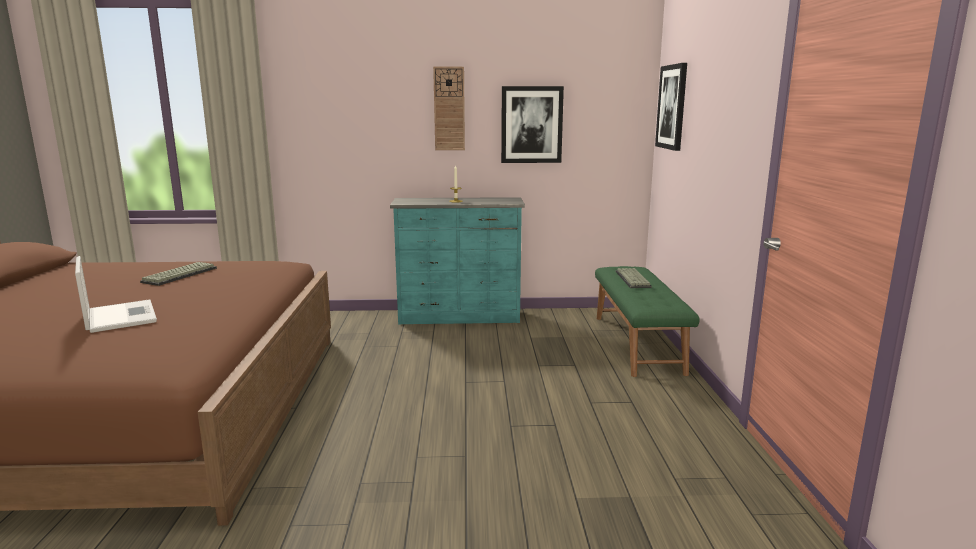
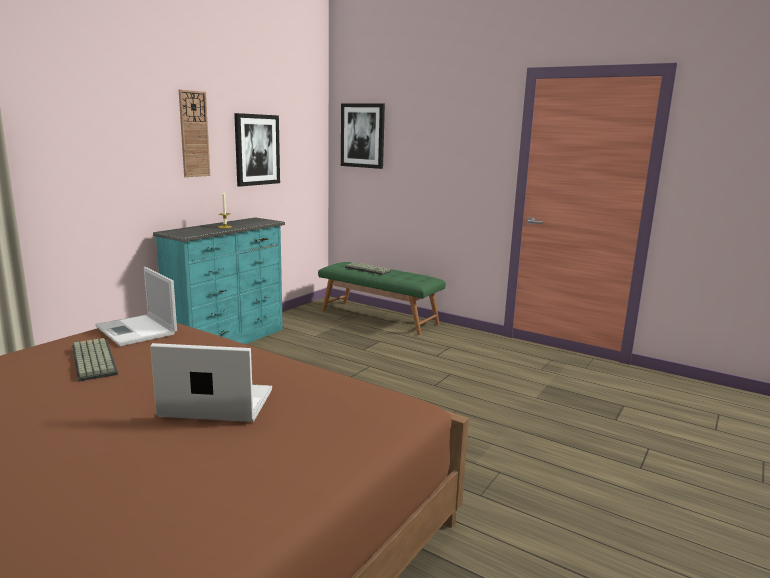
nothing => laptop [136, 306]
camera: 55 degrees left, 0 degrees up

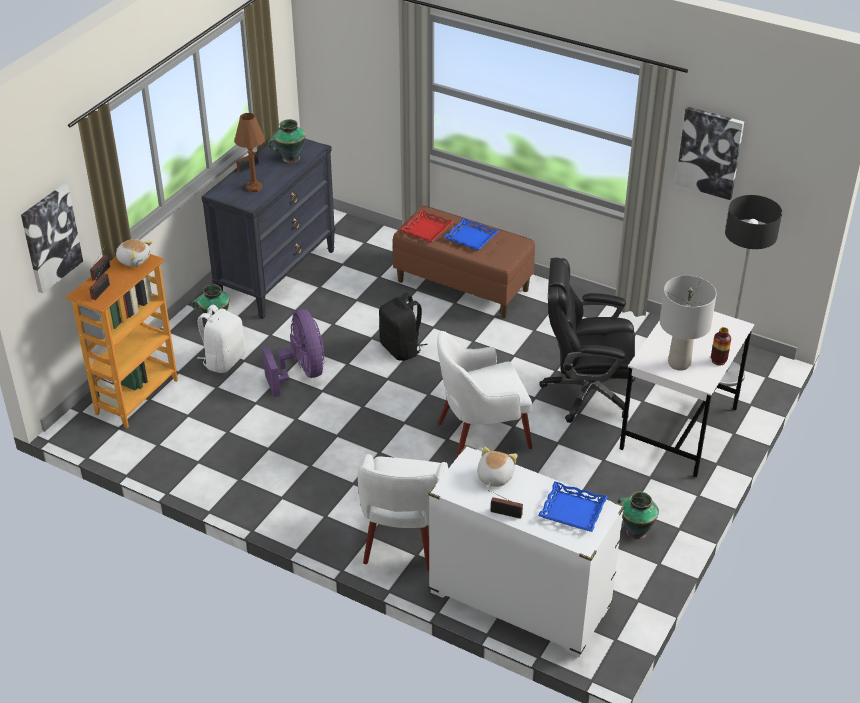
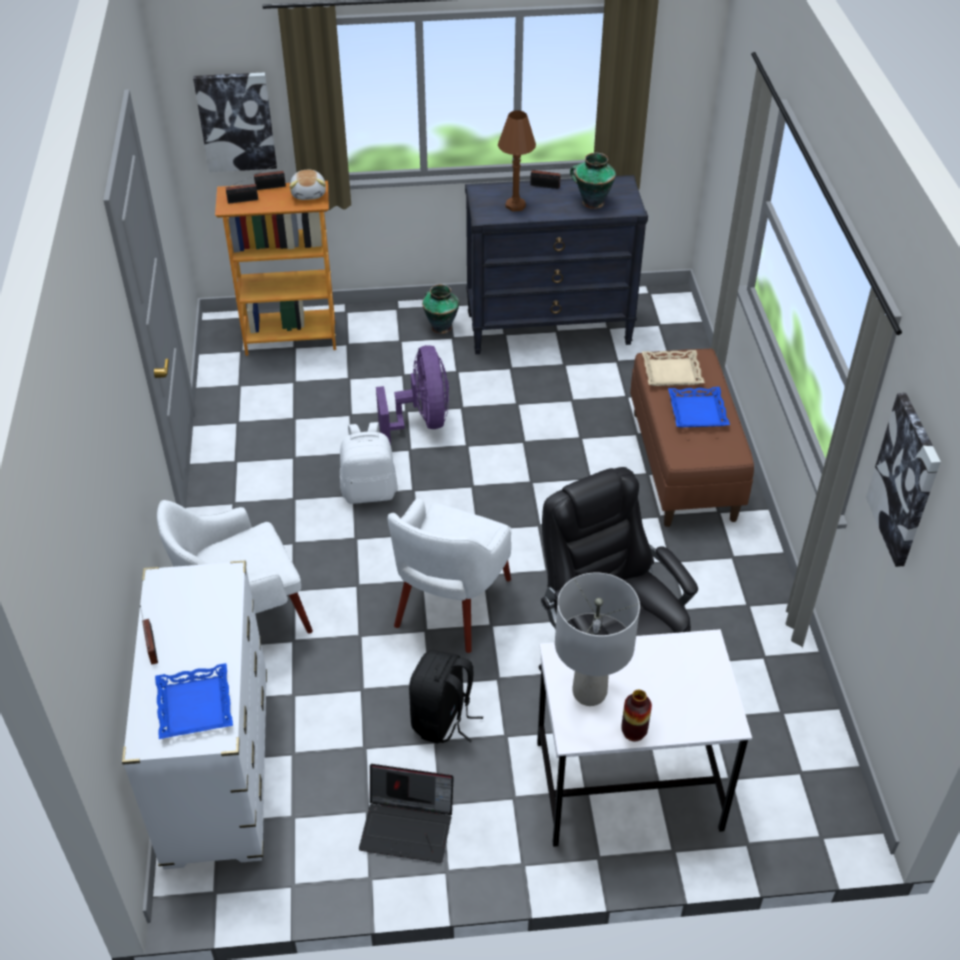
white backpack [221, 339] => white backpack [369, 463], move
vase [638, 515] => laptop [406, 813]
purple fan [293, 353] => purple fan [412, 395], 45 degrees counterclockwise
white armchair [484, 394] => white armchair [449, 575], 105 degrees counterclockwise
black backpack [403, 327] => black backpack [446, 696], move
red tray [427, 226] => beige tray [673, 368]
plush toy [497, 467] => nothing
floor lamp [750, 290] => nothing
camera: 55 degrees right, 5 degrees up

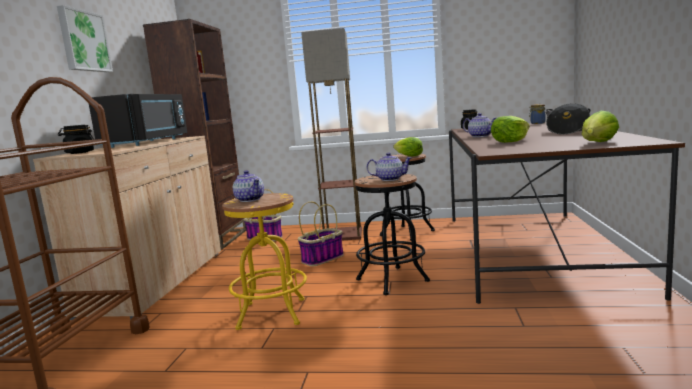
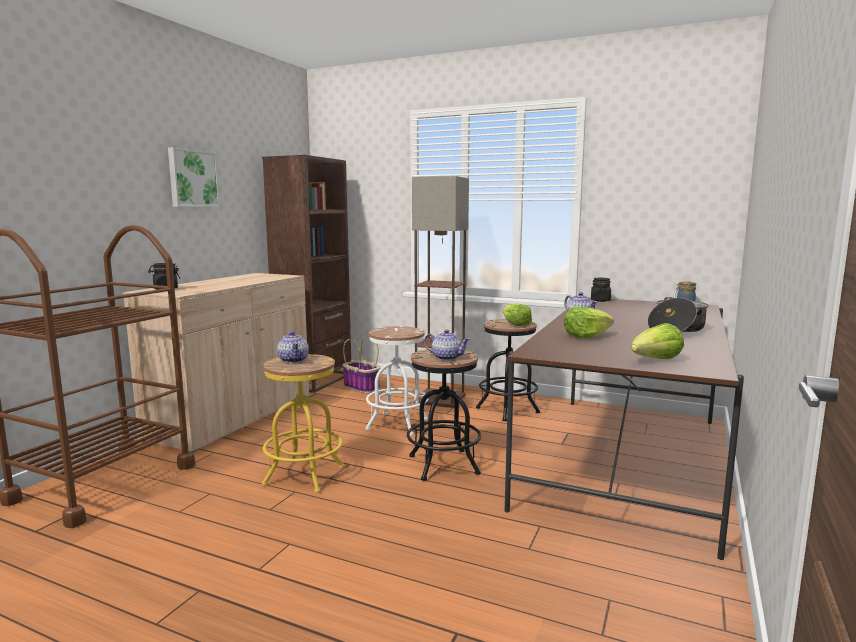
basket [321, 233] => white stool [397, 381]
black microwave [138, 121] => nothing
camera: 15 degrees right, 0 degrees up

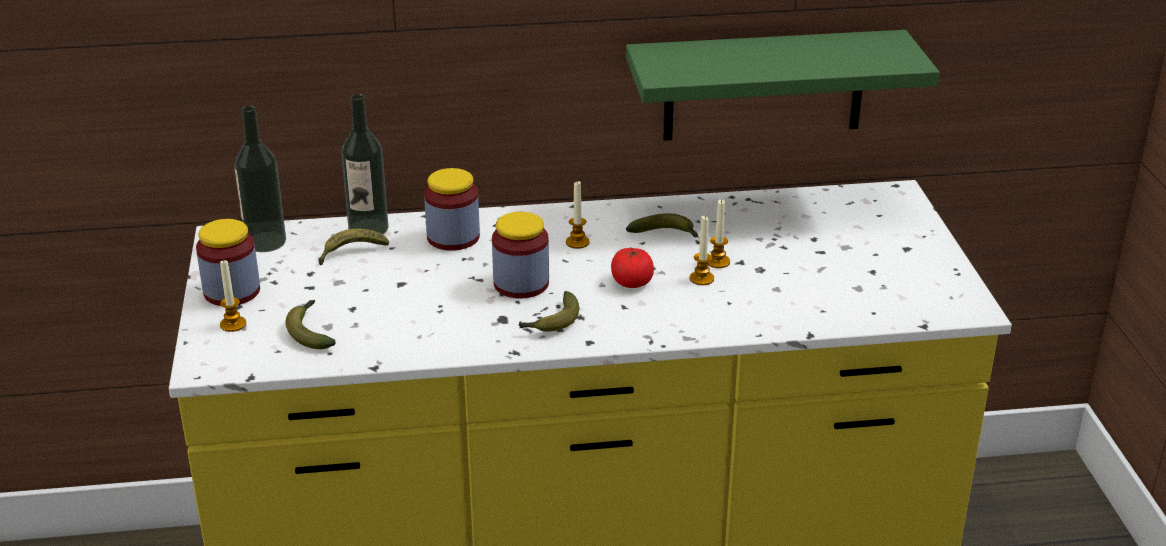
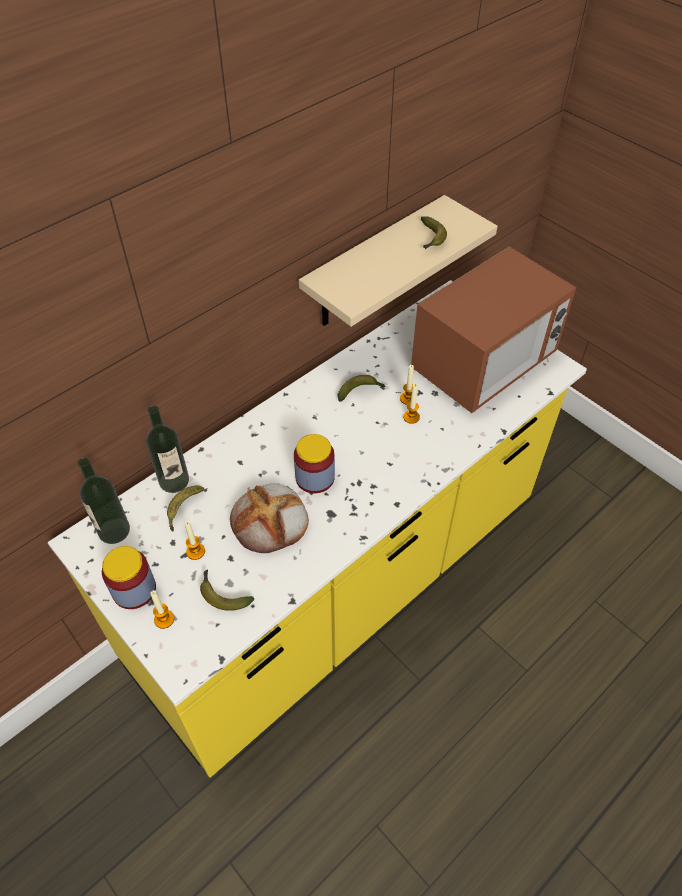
candle [577, 214] => candle [195, 540], move
nothing => bread [269, 518]
green shelf [782, 85] => beige shelf [398, 261]
nothing => microwave [493, 330]
banana [549, 311] => banana [434, 232], move
jar [452, 209] => nothing
tomato [632, 267] => nothing
camera: 35 degrees left, 20 degrees up

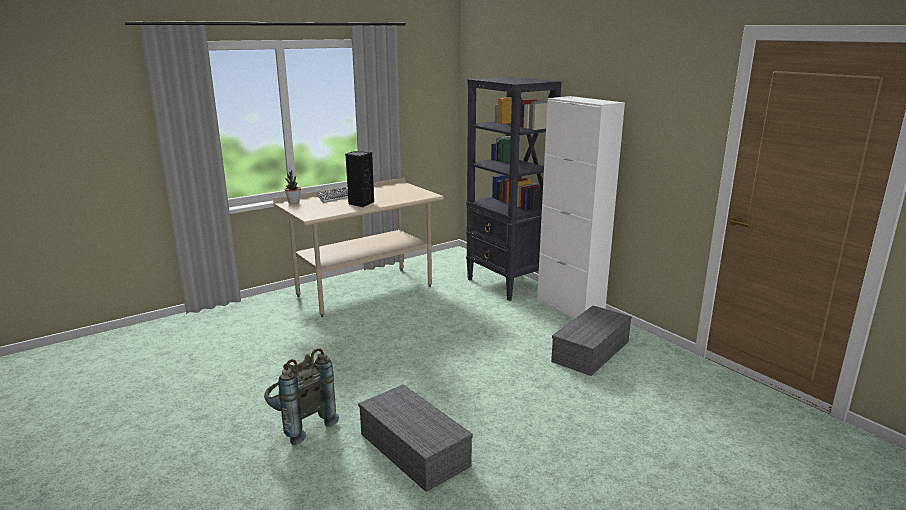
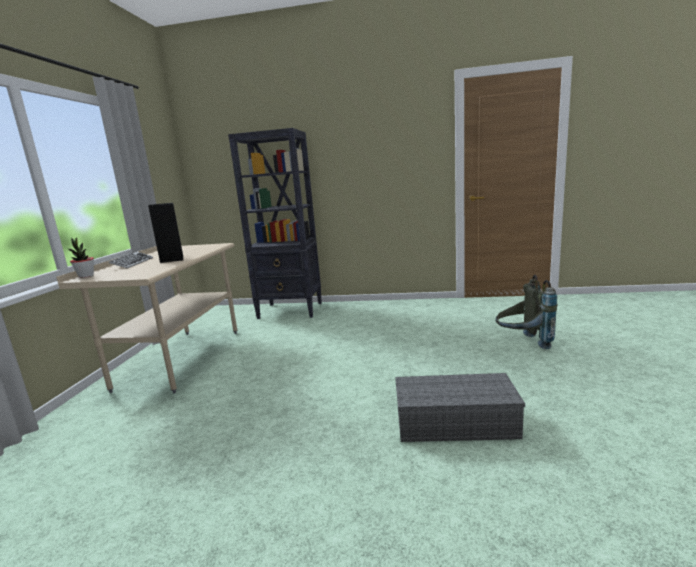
grey backpack [301, 396] => grey backpack [526, 311], move
white cabinet [581, 207] => nothing
grey storage box [591, 341] => nothing
camera: 45 degrees left, 5 degrees down

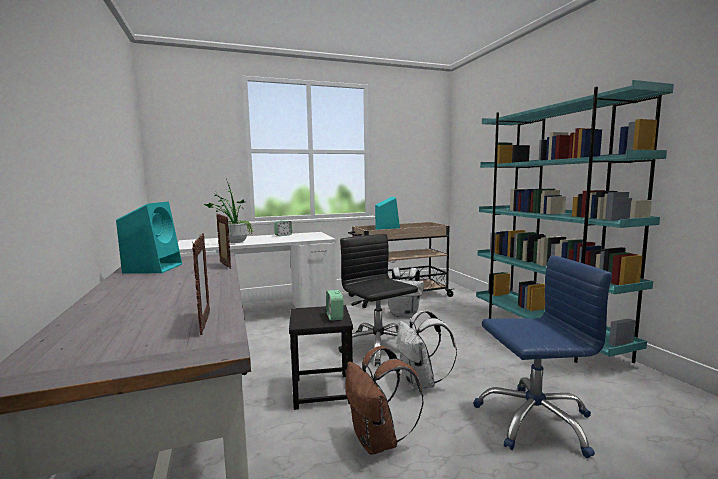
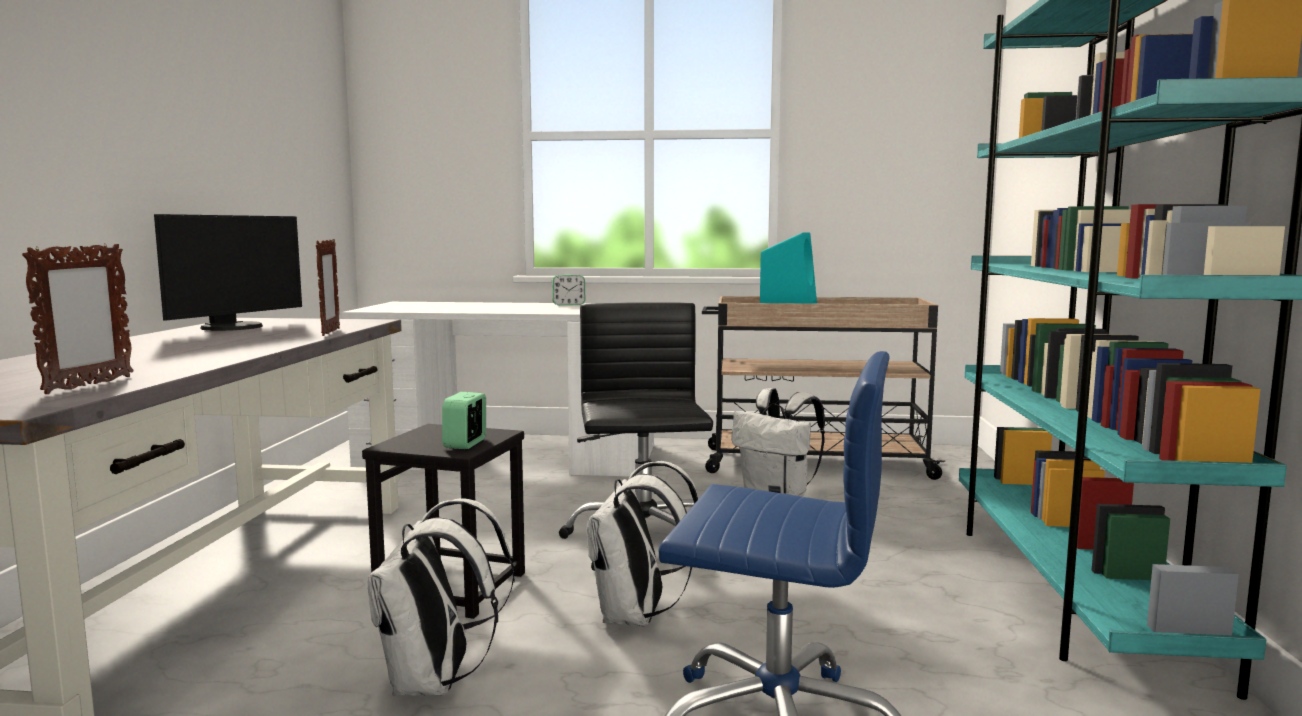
turquoise speaker [149, 238] => monitor [228, 272]
brown backpack [384, 400] => white backpack [441, 597]
potted plant [228, 211] => nothing
camera: 25 degrees right, 0 degrees up

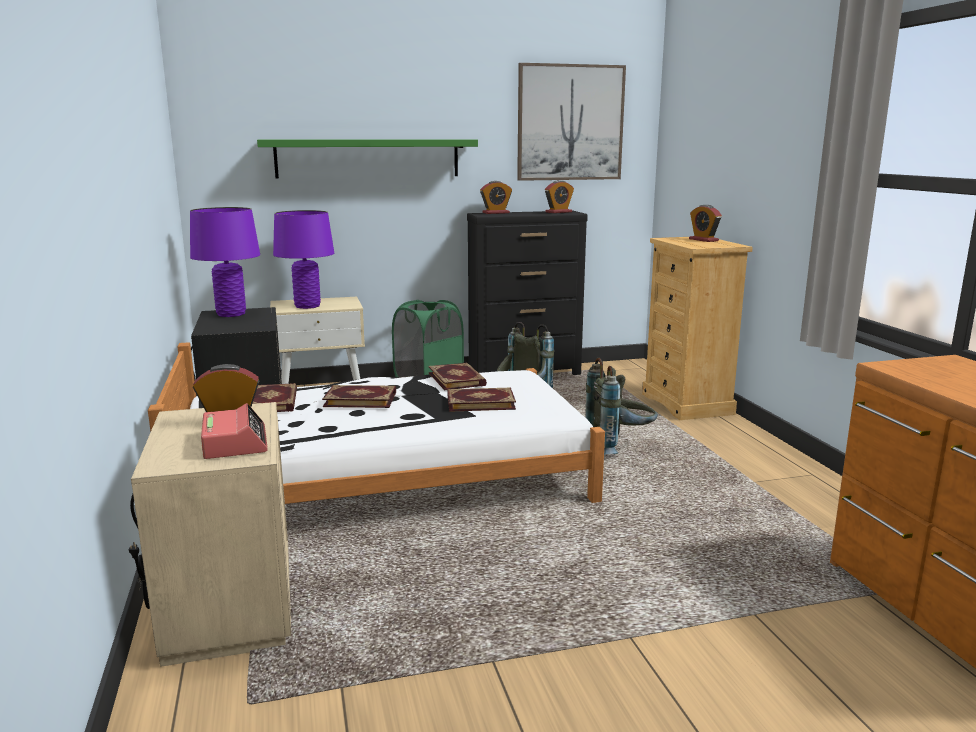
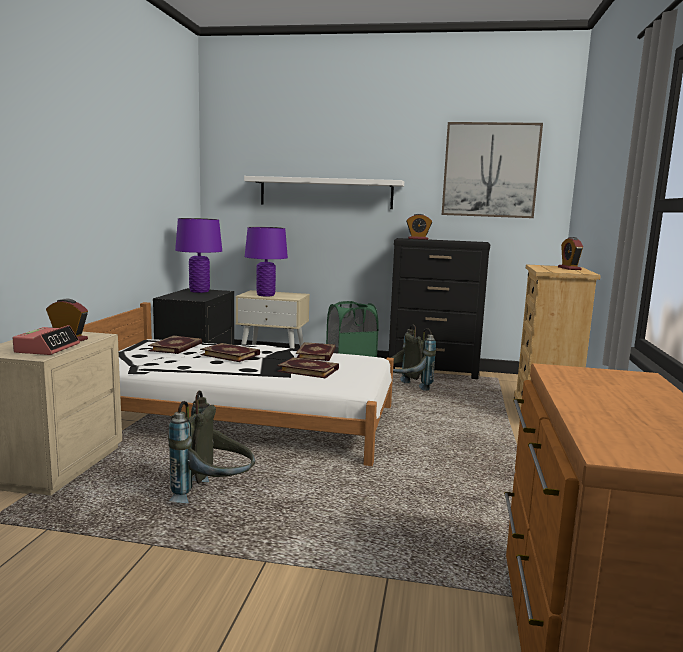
grey backpack [621, 406] => grey backpack [211, 447], move
green shelf [367, 159] => white shelf [324, 192]
alarm clock [559, 196] => nothing
camera: 25 degrees right, 5 degrees down

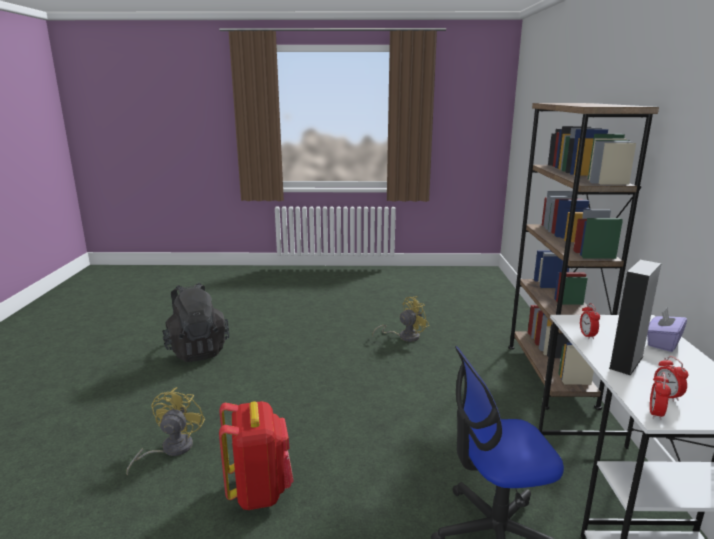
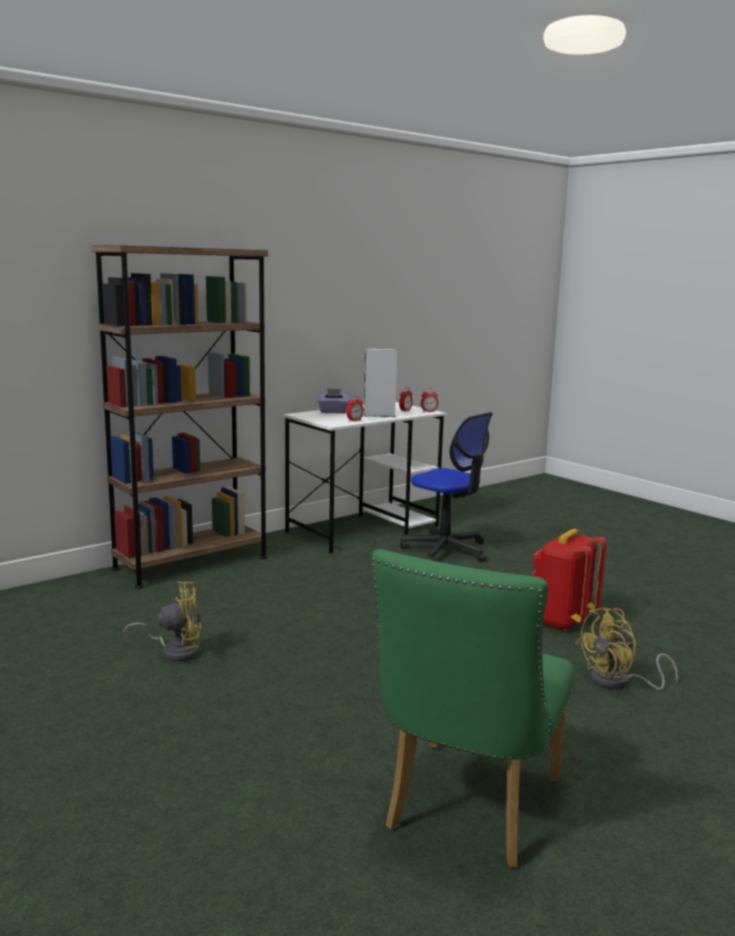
yellow fan [400, 319] => yellow fan [163, 621], 150 degrees clockwise
black backpack [195, 322] => green chair [472, 708]
camera: 130 degrees left, 5 degrees down

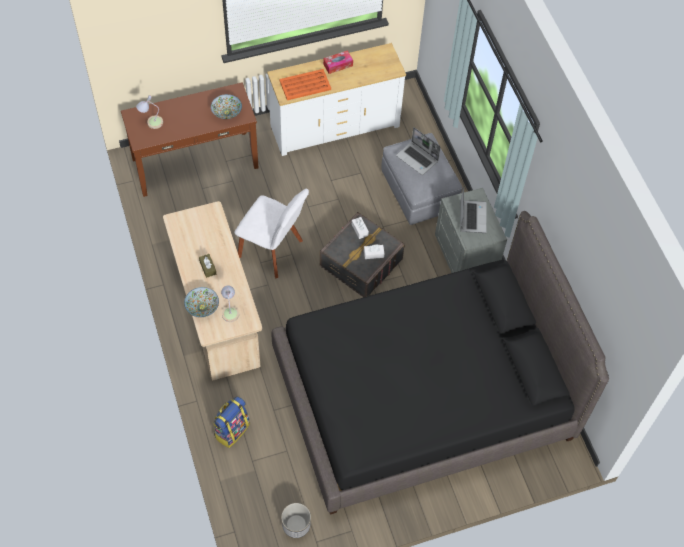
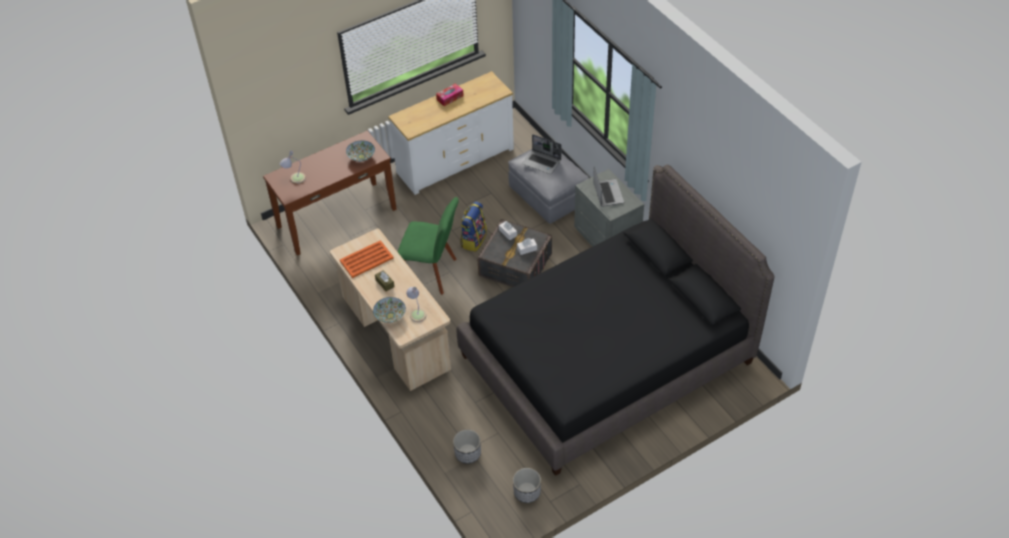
orange tray [305, 84] => orange tray [367, 259], move
white chair [271, 233] => green chair [428, 246]
nothing => planter [467, 446]
backpack [231, 422] => backpack [473, 226], move
camera: 10 degrees left, 10 degrees down

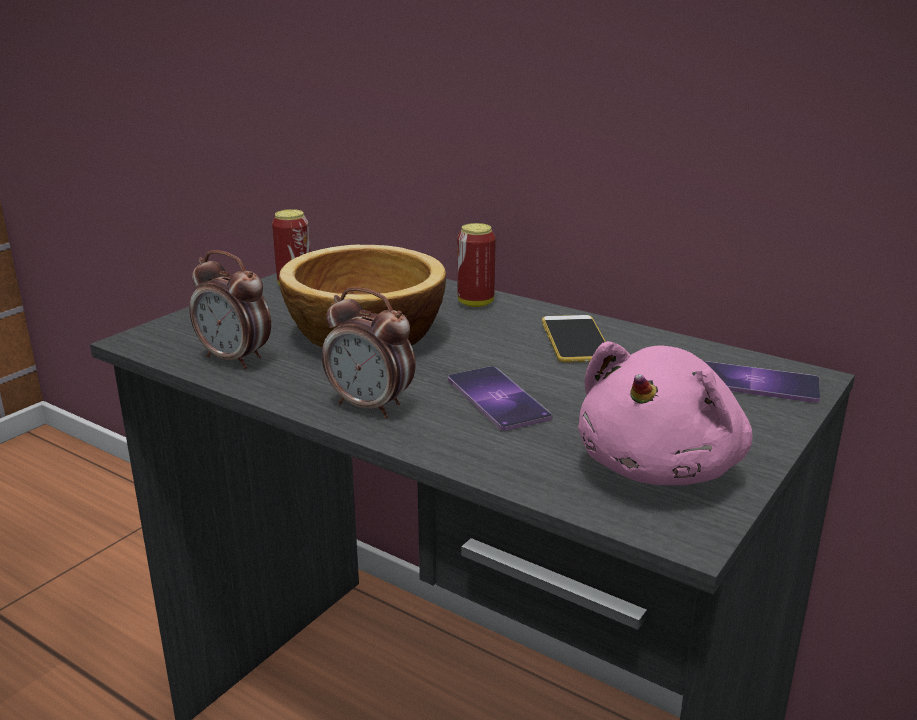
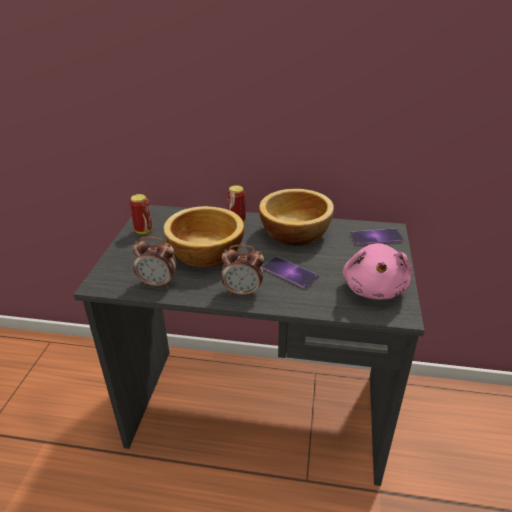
phone [574, 339] => bowl [296, 217]
camera: 25 degrees left, 10 degrees up

